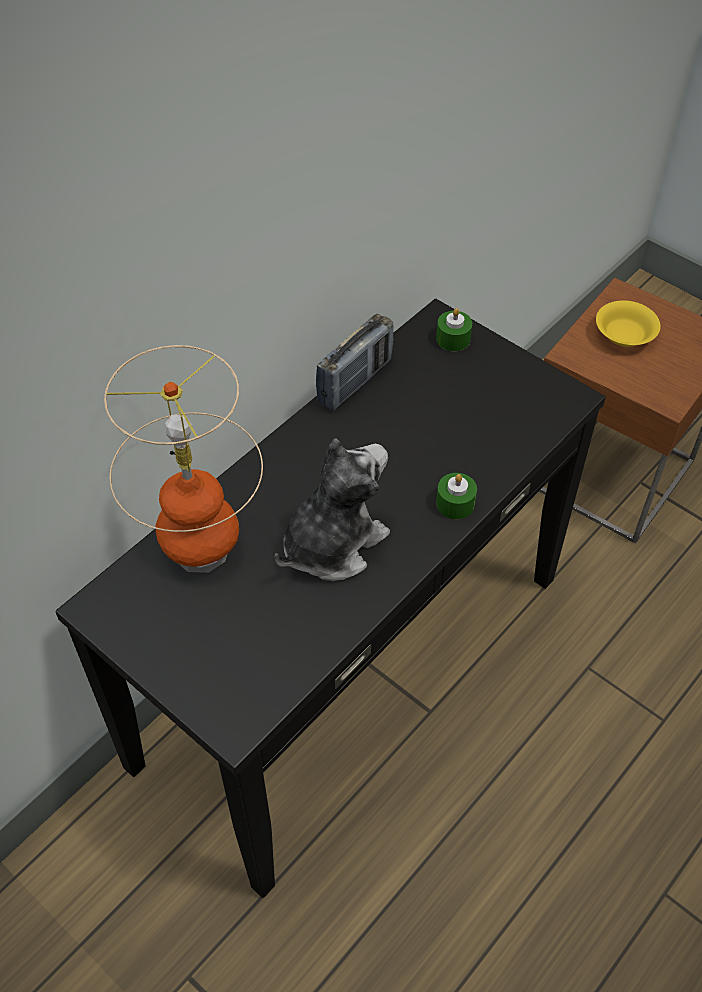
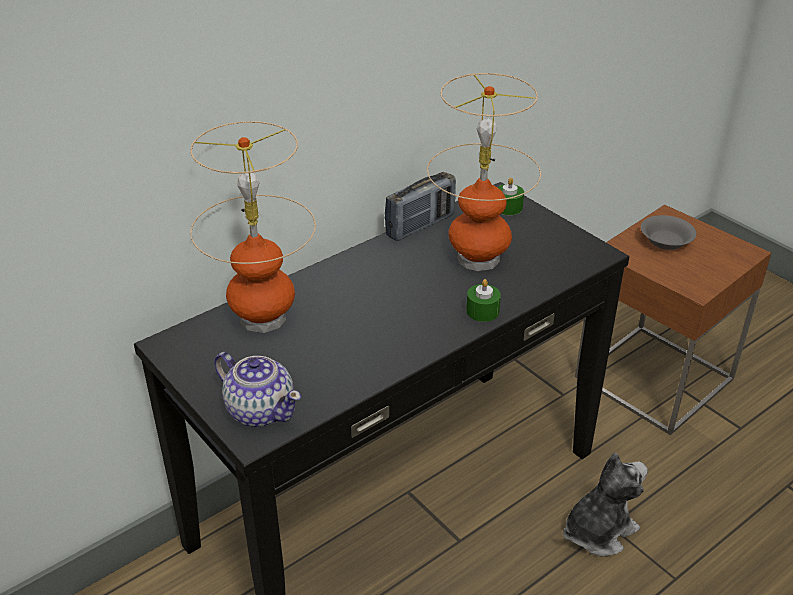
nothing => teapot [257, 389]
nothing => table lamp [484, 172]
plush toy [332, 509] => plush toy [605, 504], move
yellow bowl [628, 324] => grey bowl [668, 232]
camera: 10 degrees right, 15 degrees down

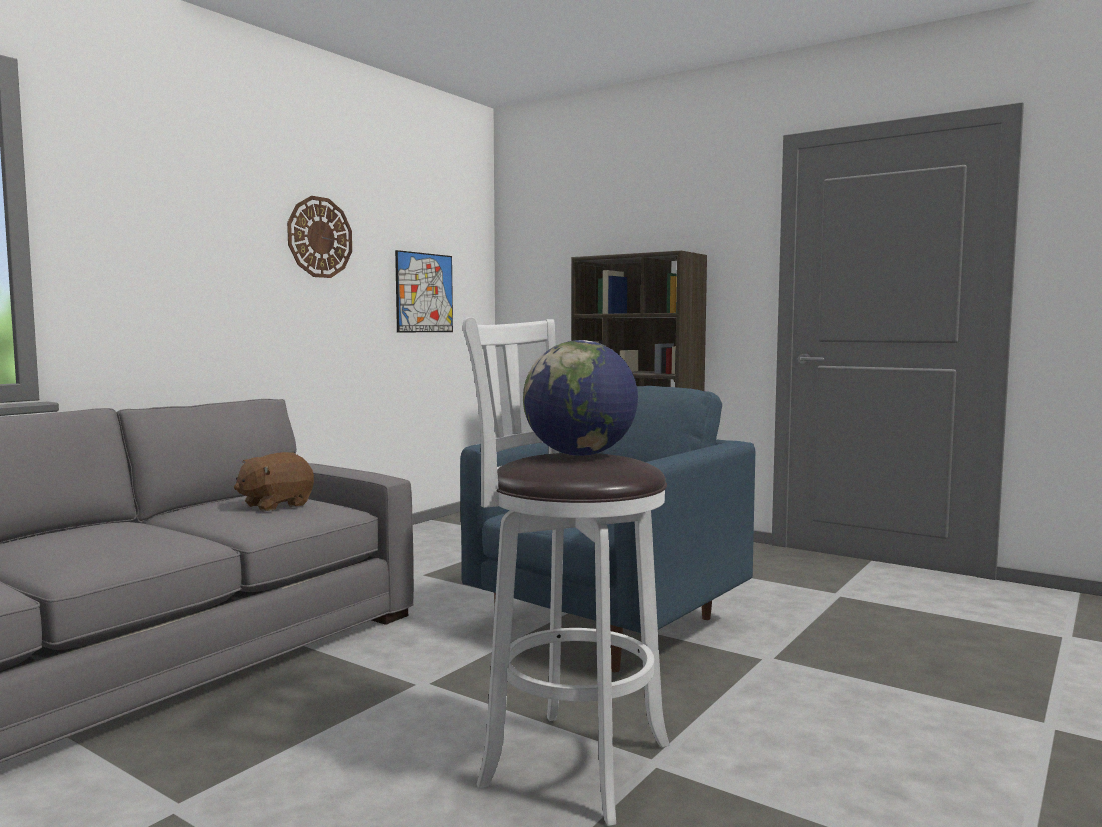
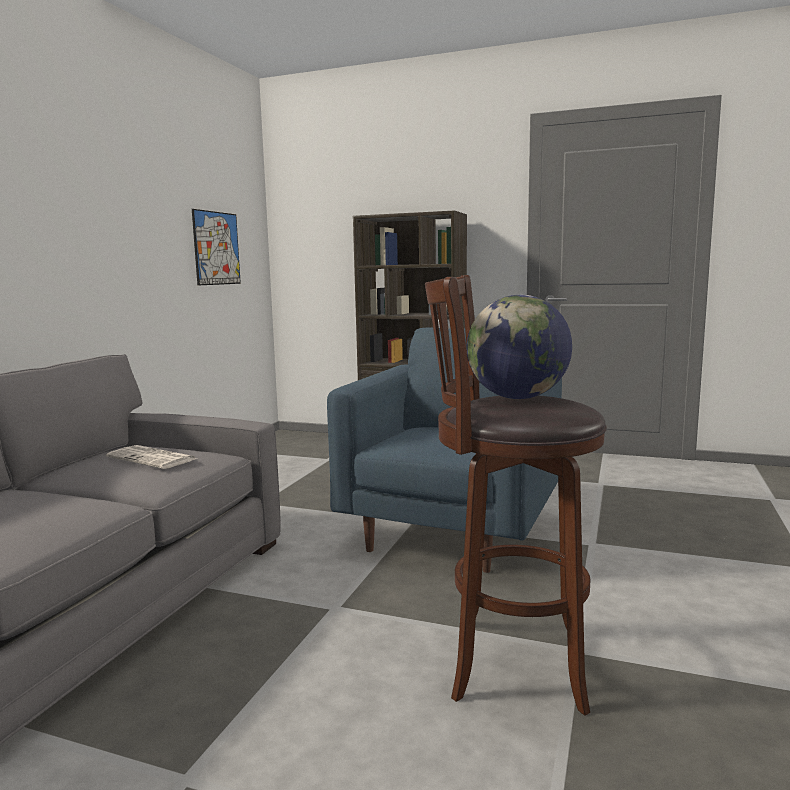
brown plush toy [274, 482] => newspaper [151, 457]
white stool [566, 571] => brown stool [516, 495]
wall clock [319, 237] => nothing
camera: 15 degrees left, 5 degrees up

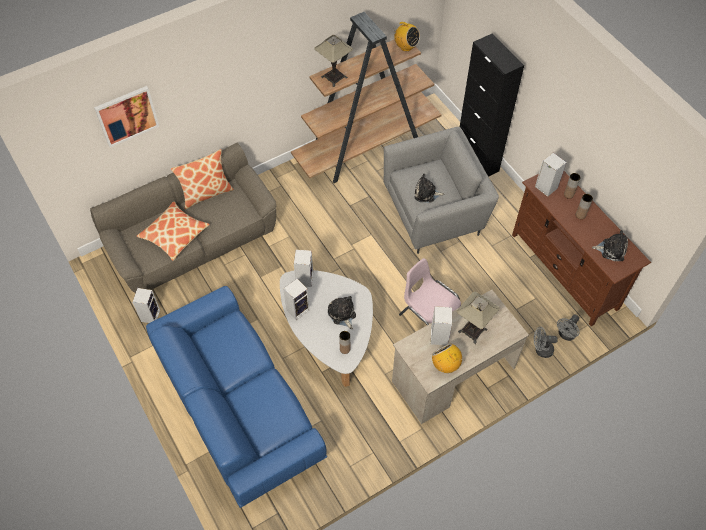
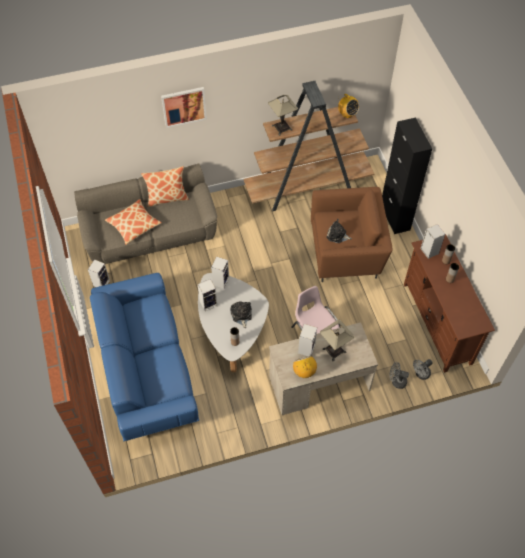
picture [126, 116] => picture [184, 107], move
grey armchair [441, 190] => brown armchair [351, 234]
plush toy [610, 245] => nothing
camera: 15 degrees right, 0 degrees up

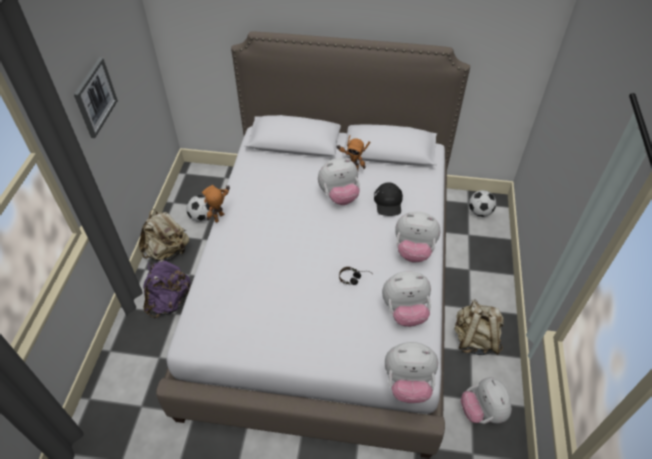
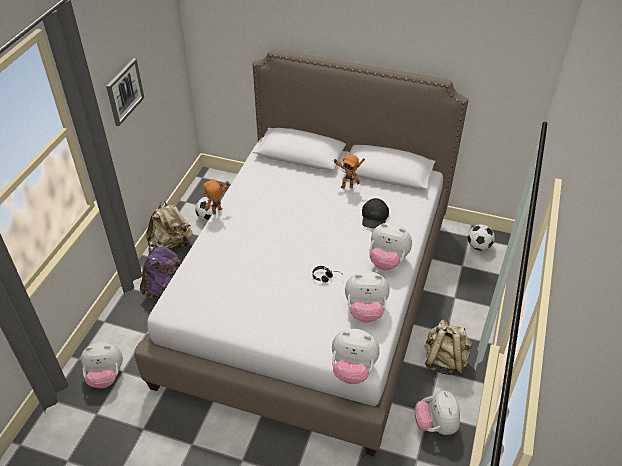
plush toy [339, 181] => plush toy [102, 365], move
camera: 10 degrees right, 5 degrees down

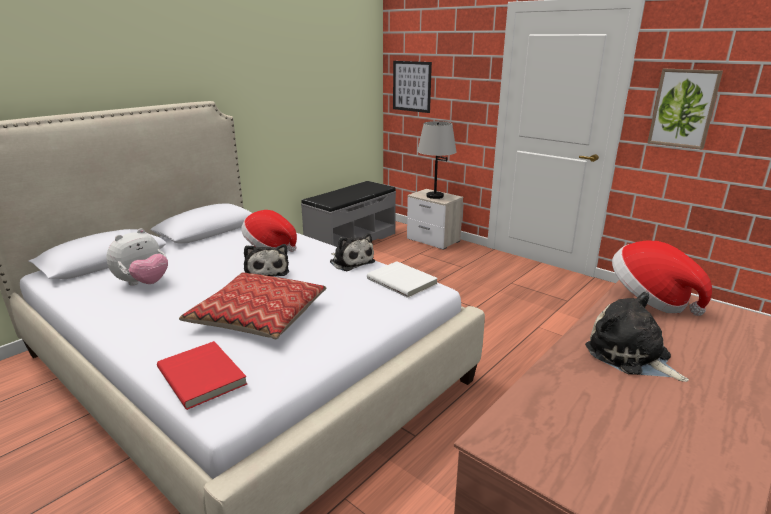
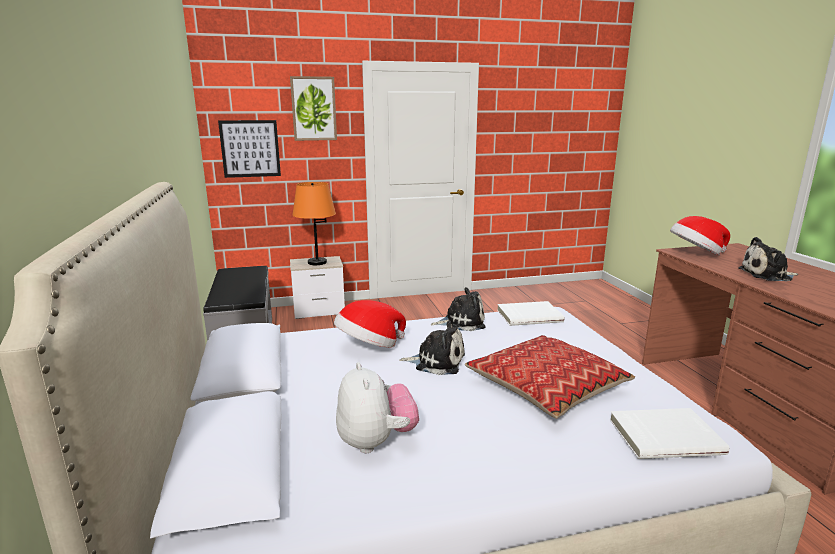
picture [685, 109] => picture [313, 108], move
grey table lamp [437, 160] => orange table lamp [314, 223]
red book [202, 375] => white book [669, 433]
camera: 55 degrees left, 5 degrees down

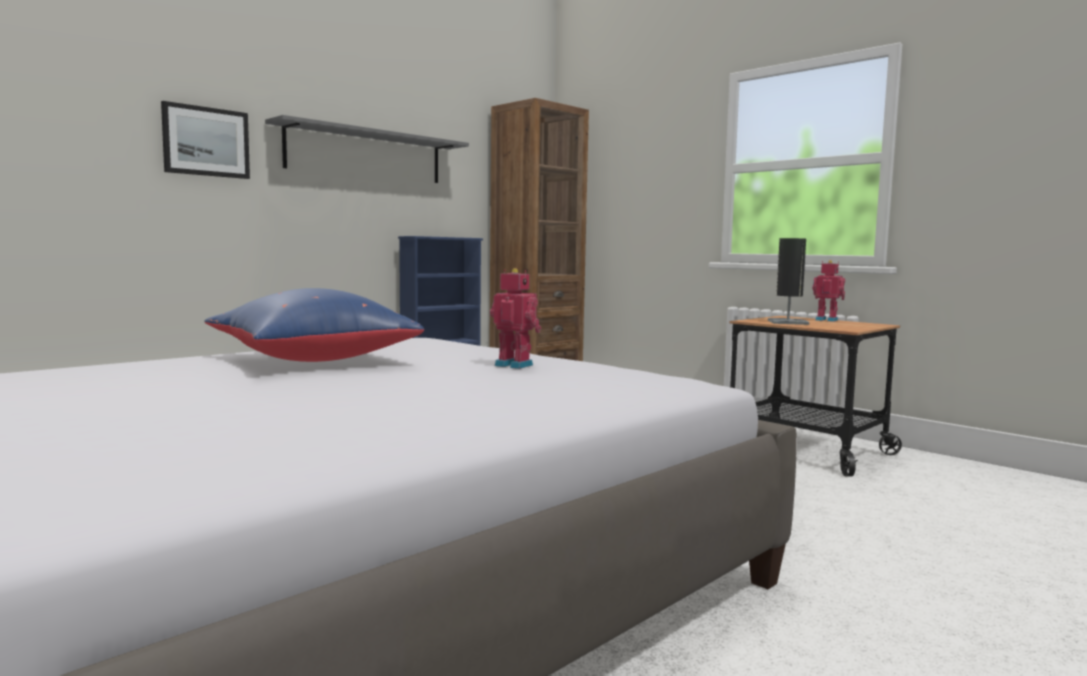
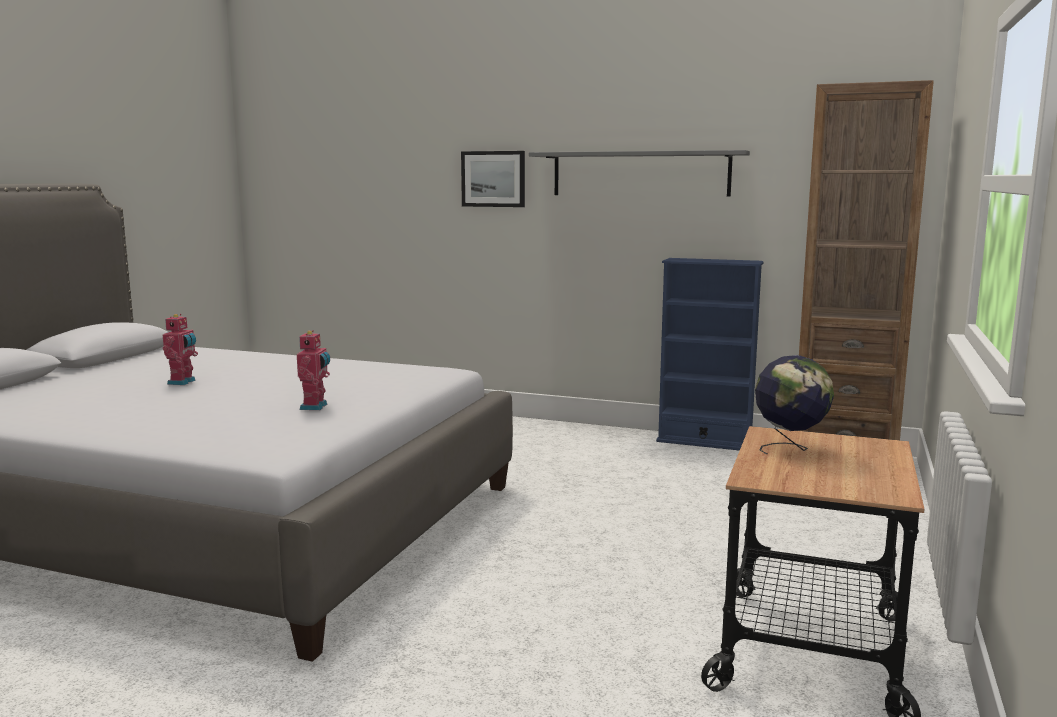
toy robot [828, 291] => toy robot [180, 349], move
black table lamp [788, 281] => globe [794, 404]
blue pillow [314, 325] => nothing
camera: 65 degrees right, 5 degrees up

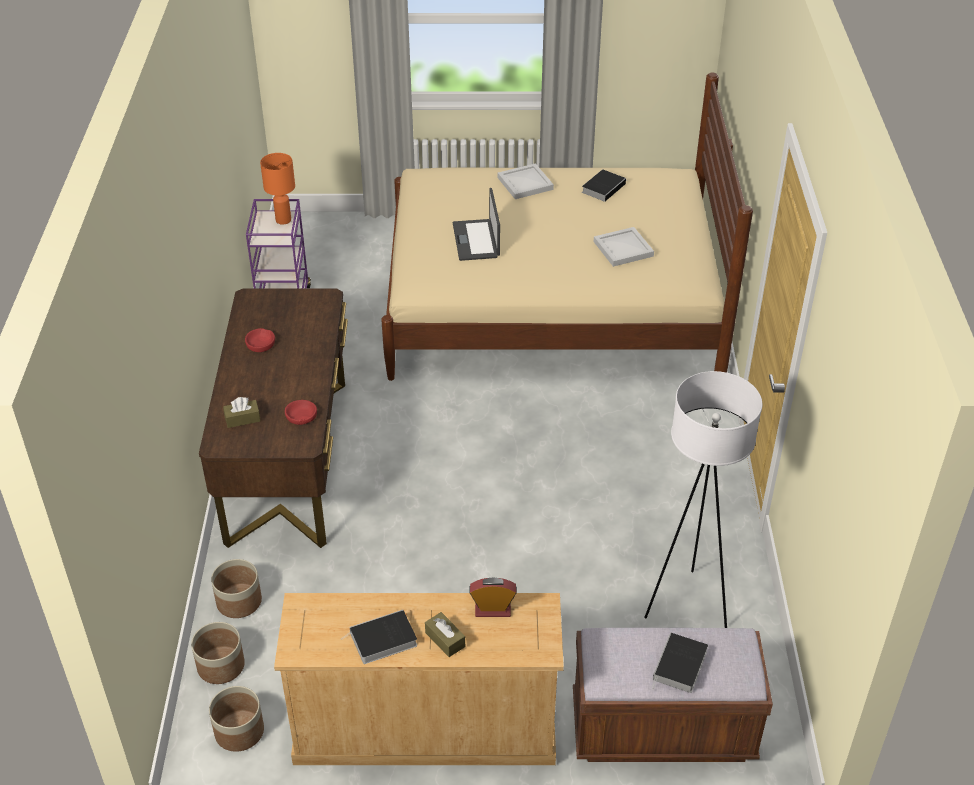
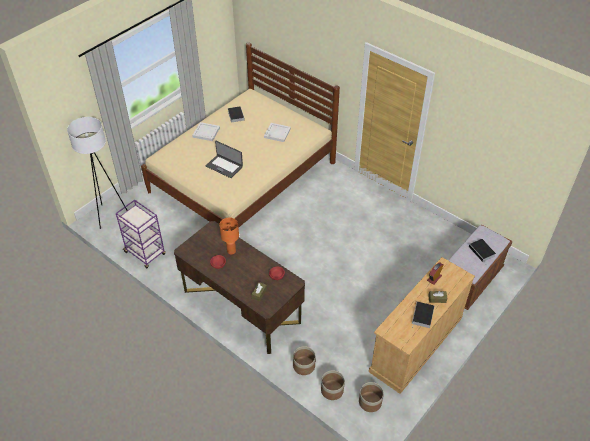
white floor lamp [703, 499] => white floor lamp [97, 173], move
orange table lamp [277, 189] => orange table lamp [229, 236], move
camera: 50 degrees left, 5 degrees up

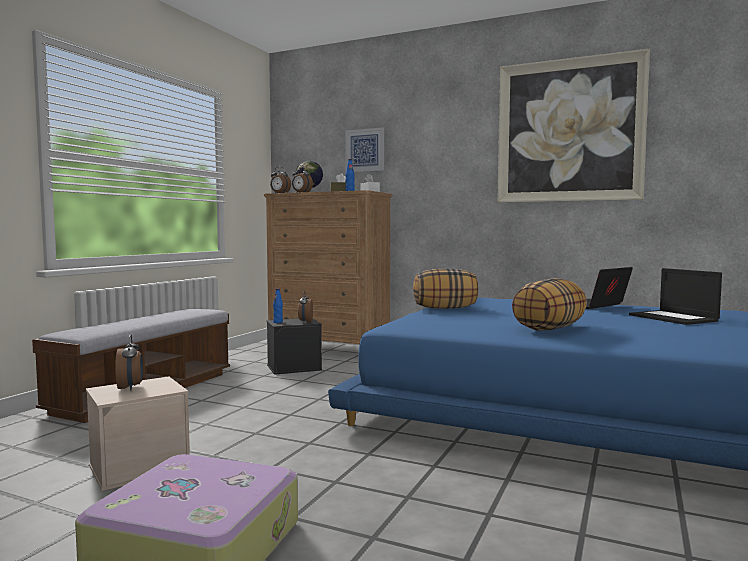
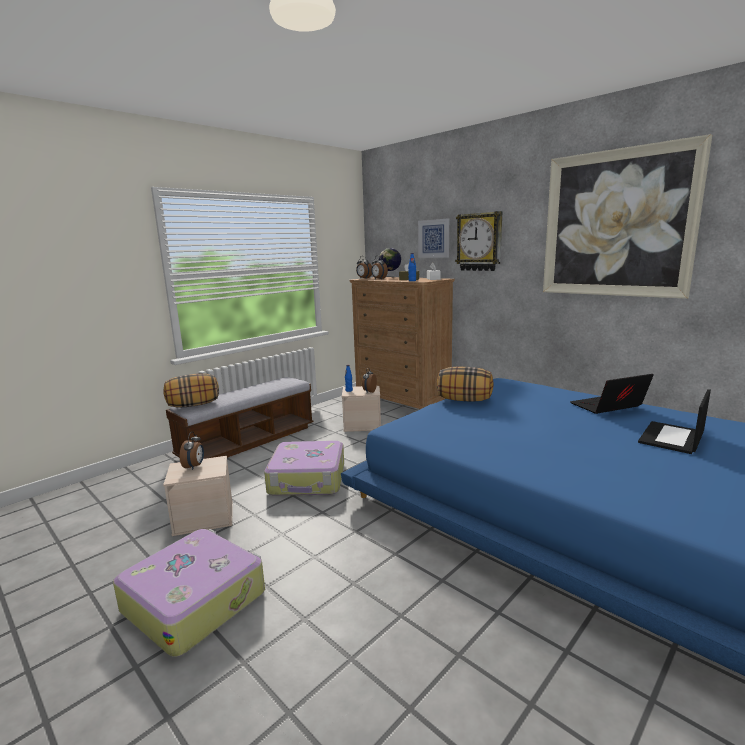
pillow [549, 304] => pillow [191, 390], move
nothing => suitcase [304, 468]
black storage box [294, 347] => beige storage box [361, 409]
nothing => wall clock [478, 241]
laptop [675, 296] => laptop [674, 421], 45 degrees clockwise
camera: 20 degrees right, 10 degrees up

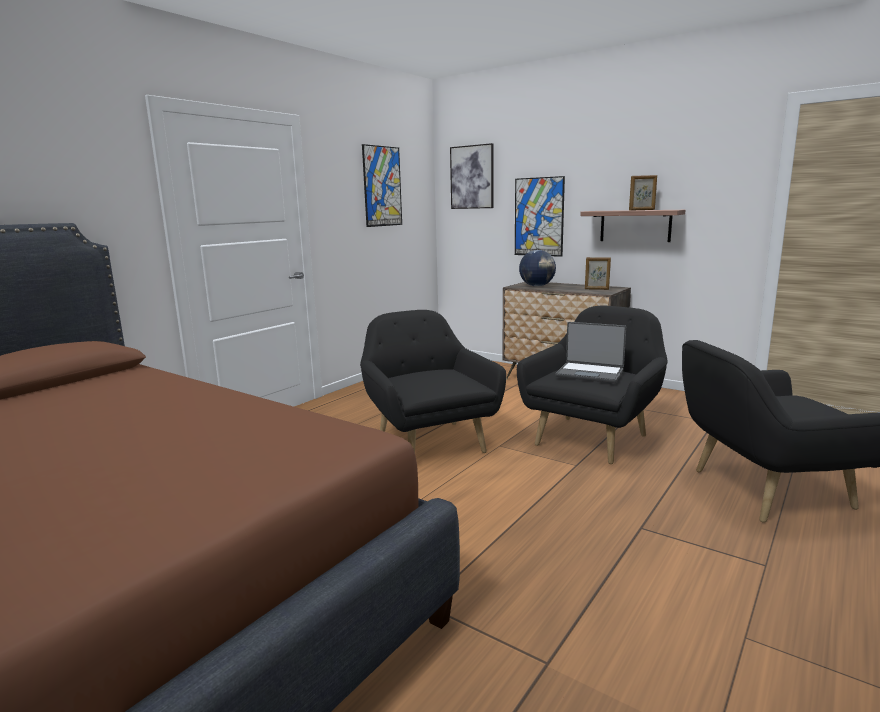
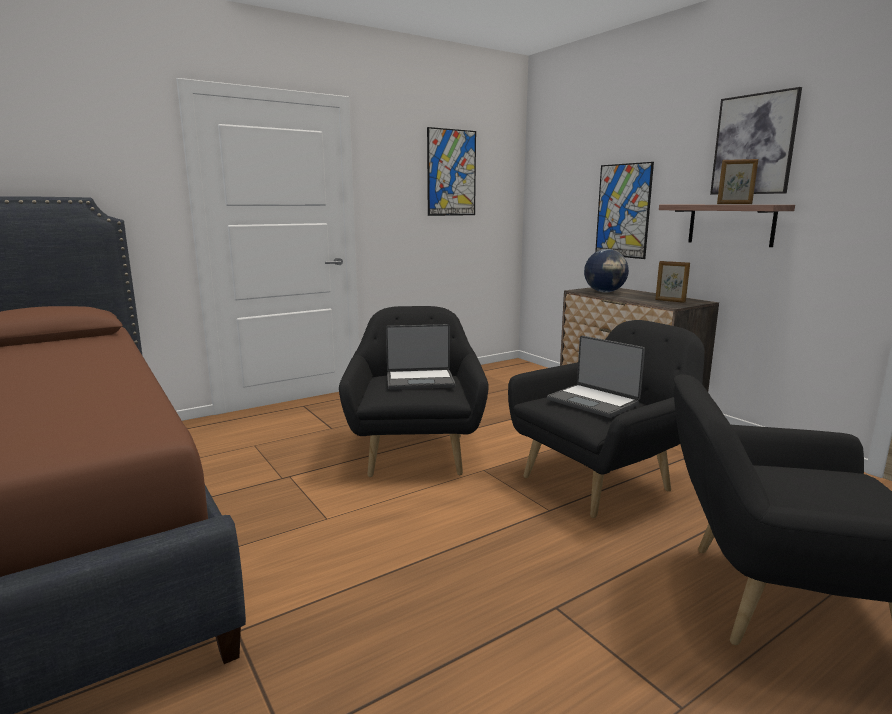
nothing => laptop [420, 357]
picture [472, 176] => picture [756, 141], move
camera: 20 degrees right, 0 degrees up

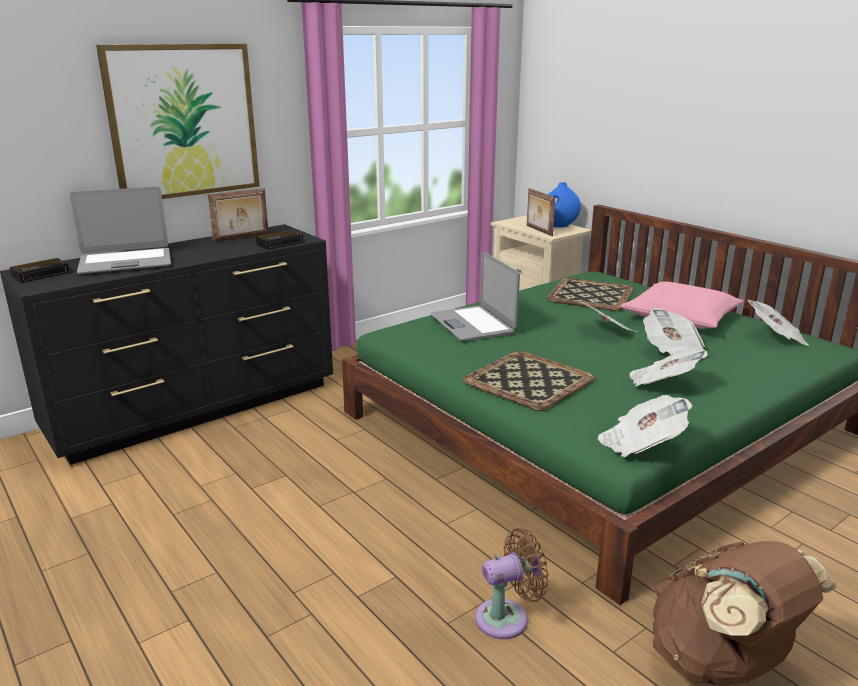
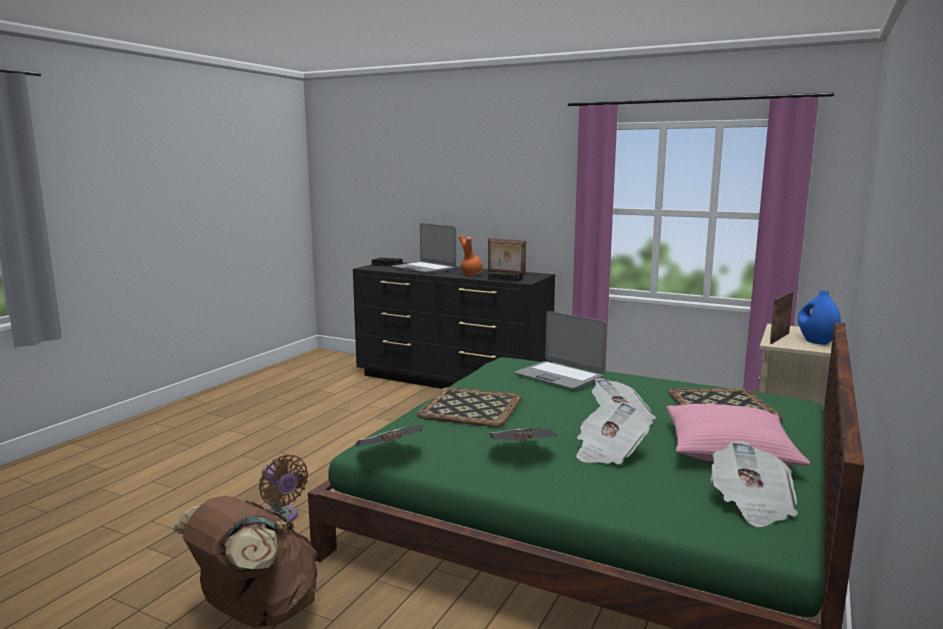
nothing => orange vase [470, 255]
laptop [475, 296] => laptop [560, 350], 90 degrees counterclockwise
picture [178, 121] => nothing
camera: 65 degrees right, 10 degrees down

